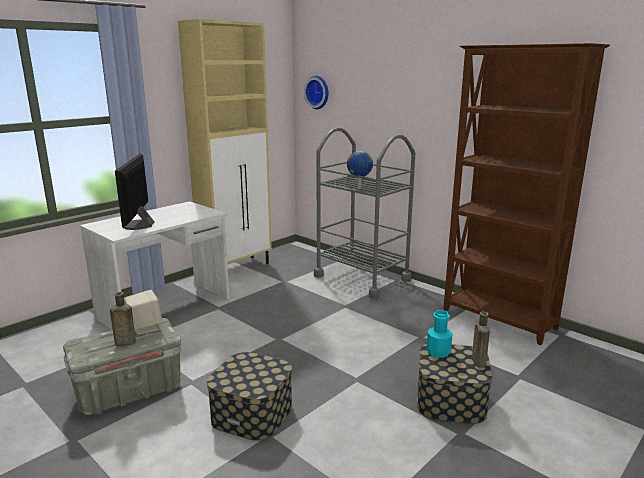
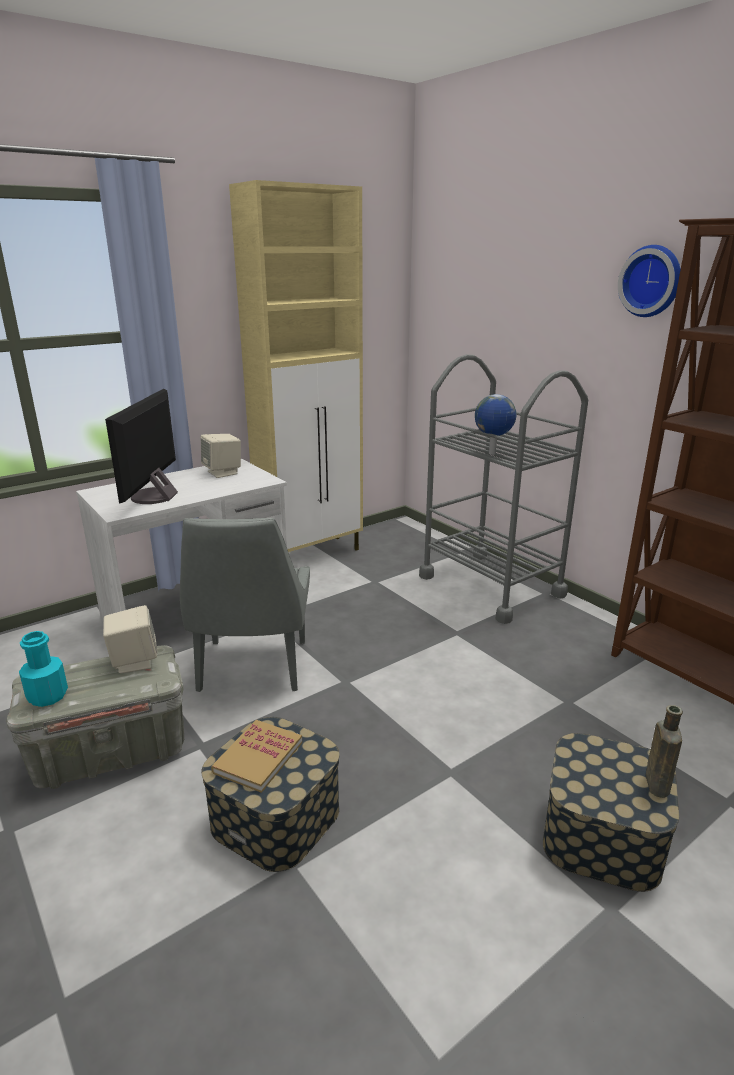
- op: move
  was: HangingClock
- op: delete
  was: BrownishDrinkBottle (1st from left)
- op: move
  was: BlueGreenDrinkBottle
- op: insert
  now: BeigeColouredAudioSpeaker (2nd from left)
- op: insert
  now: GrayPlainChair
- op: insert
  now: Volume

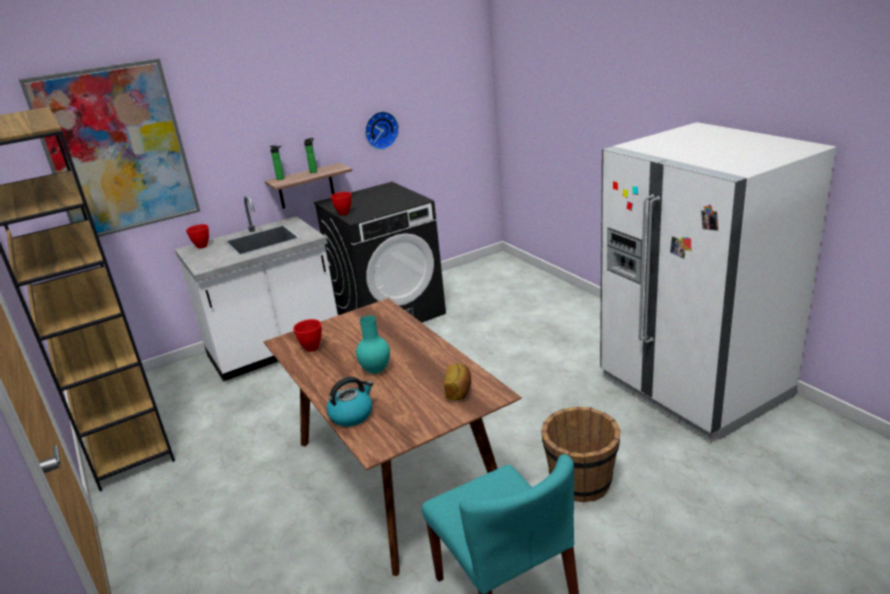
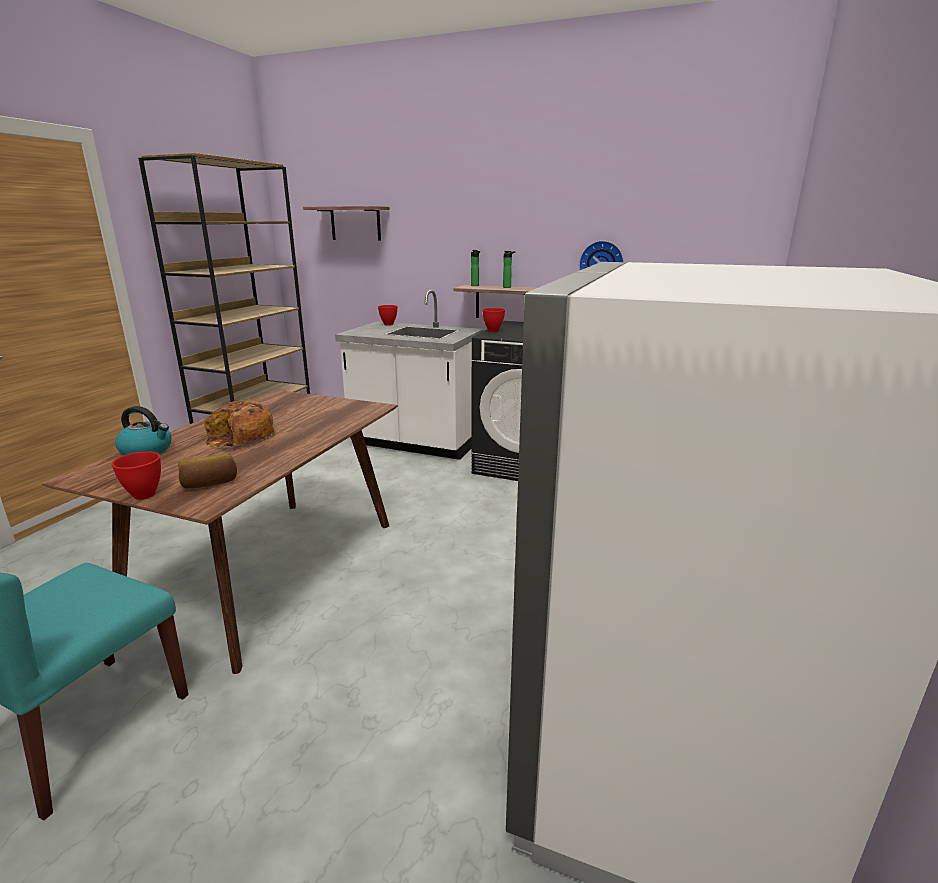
- op: replace
  was: WallPicture
  now: Shelf (1st from left)
- op: replace
  was: BlueGreenVase
  now: BakedBread (2nd from left)
- op: move
  was: RedServingBowl (2nd from left in the first image)
  now: RedServingBowl (1st from left)
- op: delete
  was: BrownishPail

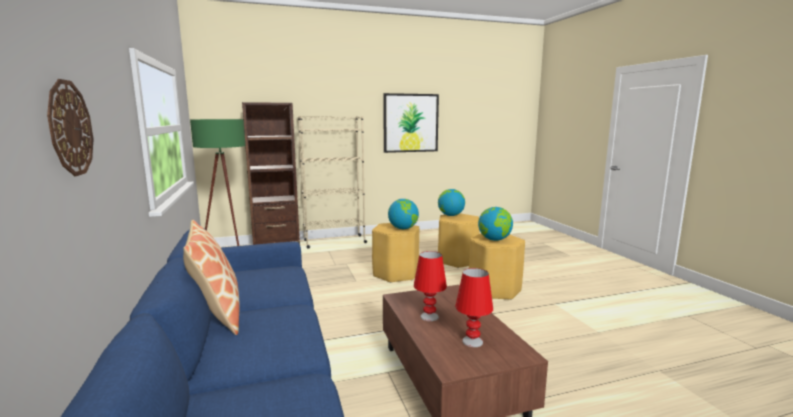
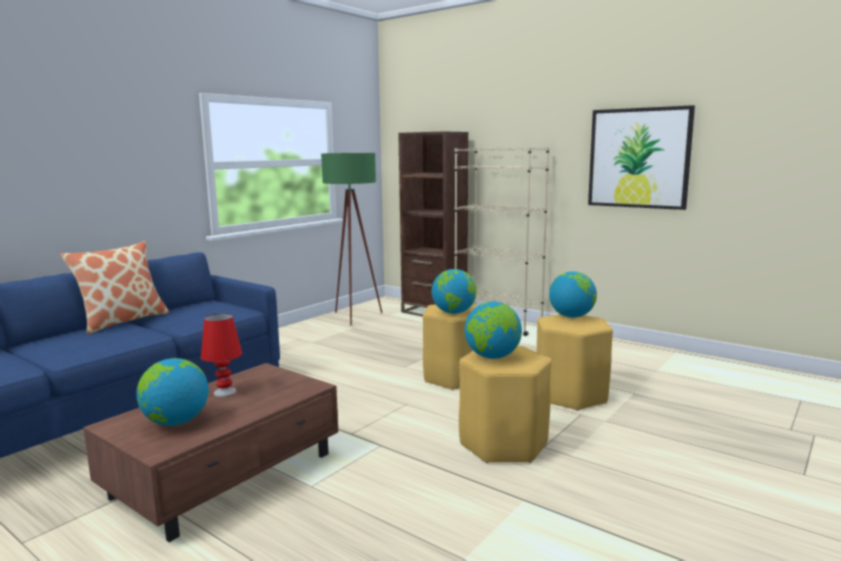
- op: delete
  was: HangingClock
- op: replace
  was: RedTableLamp (2nd from left)
  now: Globe (1st from left)

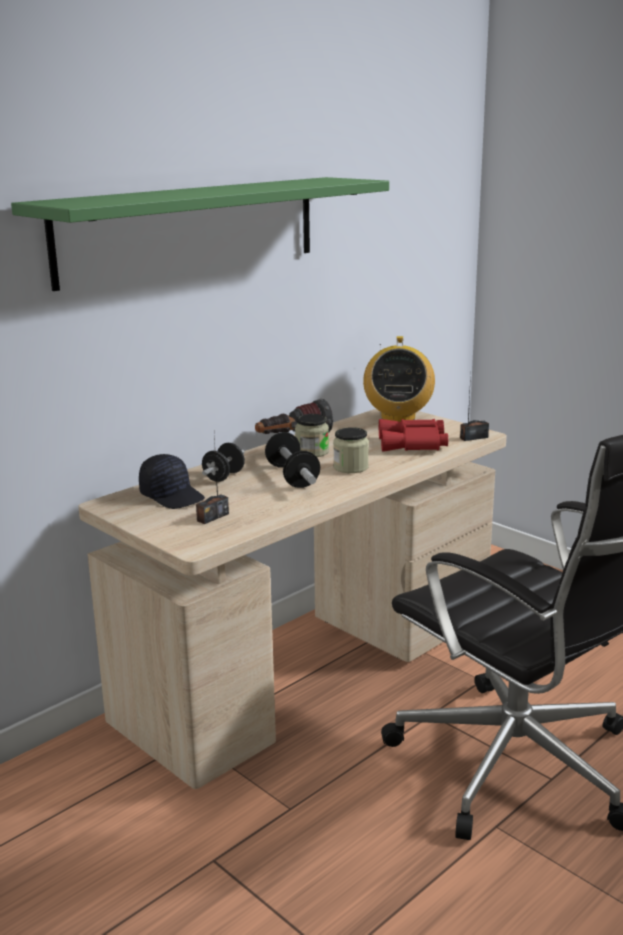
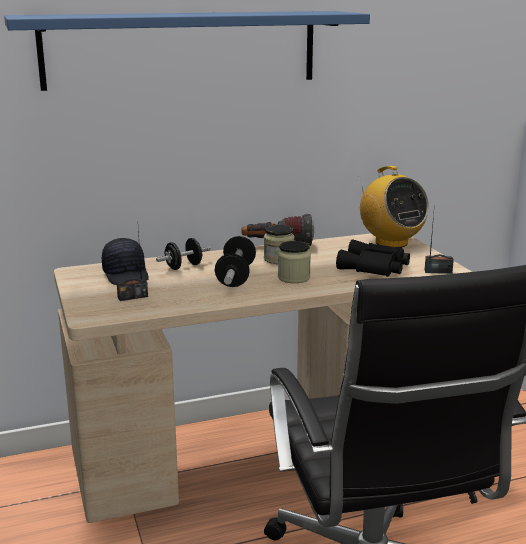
- op: recolor
  was: GreenishShelf
  now: BluishShelf
- op: rotate
  was: RadioReceiver (2nd from left)
  clockwise: -60
- op: recolor
  was: RedBinoculars
  now: BlackBinoculars

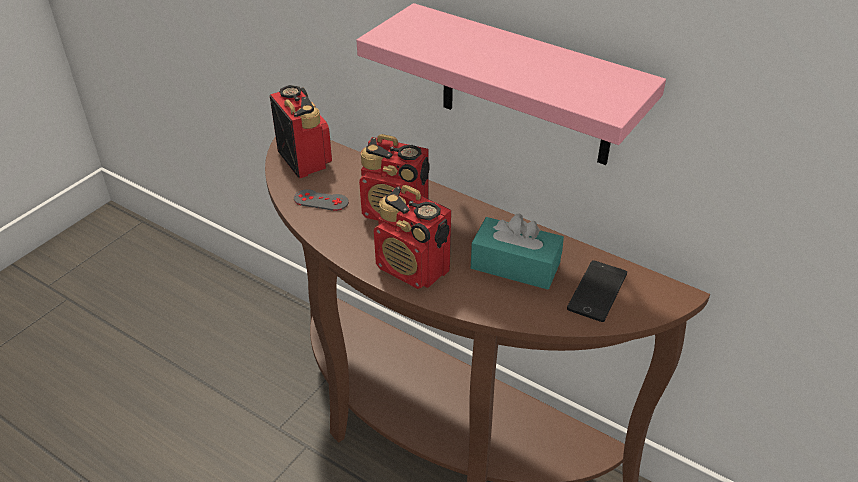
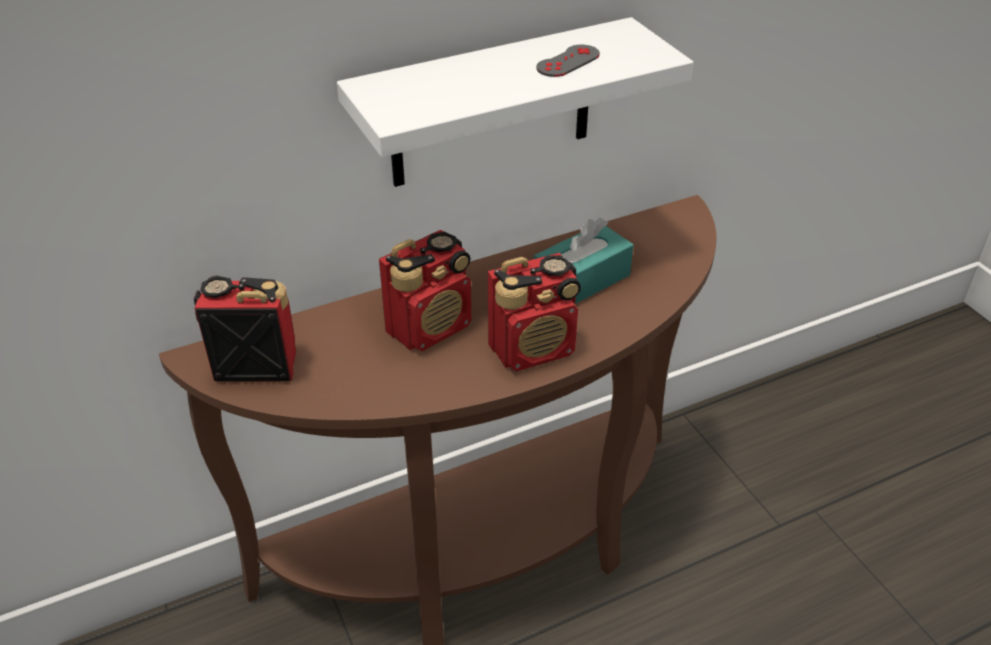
- op: recolor
  was: PinkishShelf
  now: WhiteShelf
- op: move
  was: GrayJoypad
- op: delete
  was: Handset

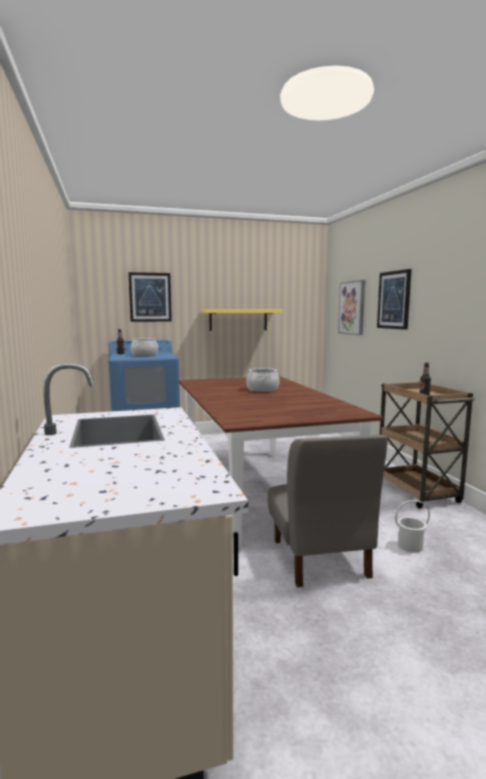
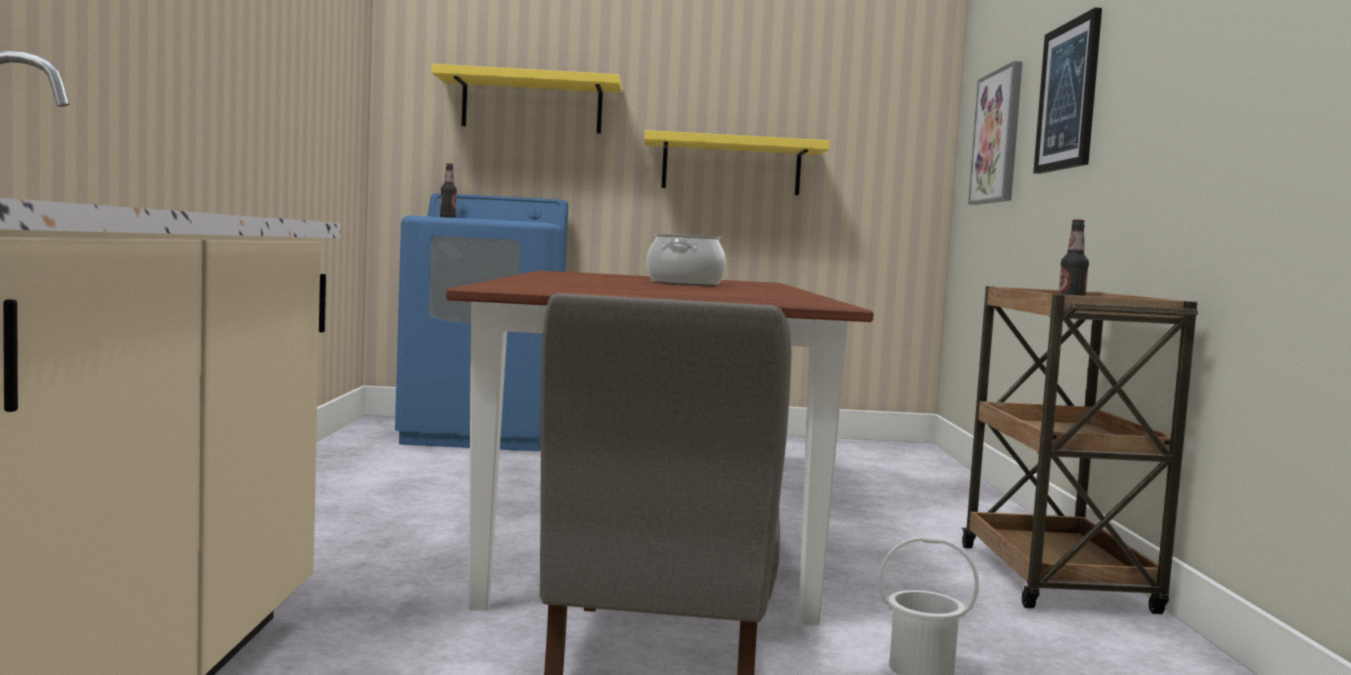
- op: replace
  was: WallPicture (1st from left)
  now: YellowColouredShelf (1st from left)
- op: delete
  was: Saucepot (1st from left)

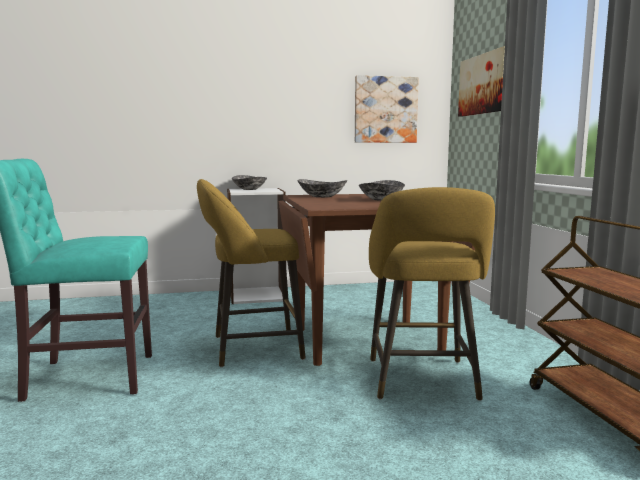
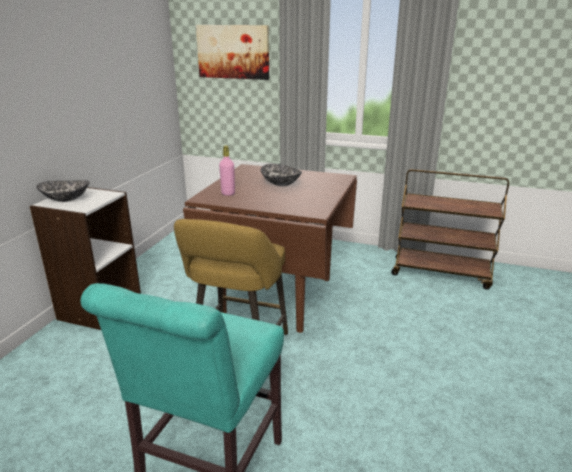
- op: delete
  was: WallPicture (1st from left)
- op: replace
  was: ServingBowl (2nd from left)
  now: PinkishDrinkBottle
- op: delete
  was: YellowColouredStoolSeat (2nd from left)

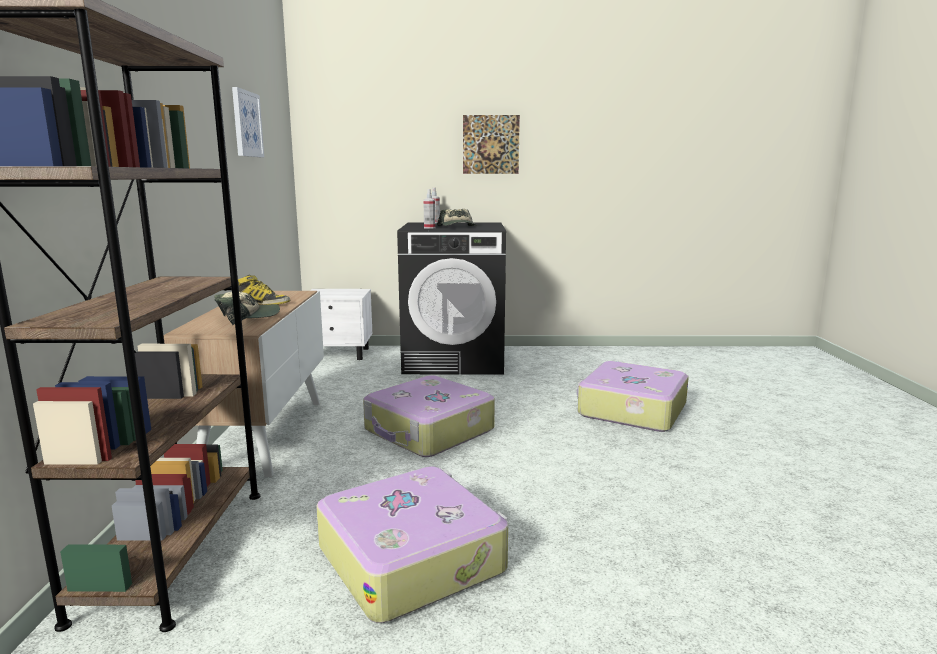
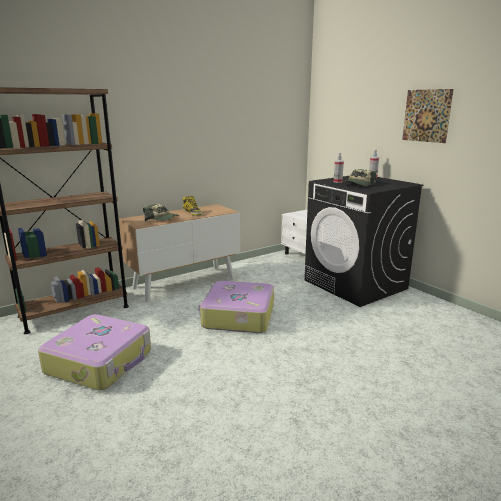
- op: delete
  was: WallPicture (1st from left)
- op: delete
  was: TravelCase (3rd from left)

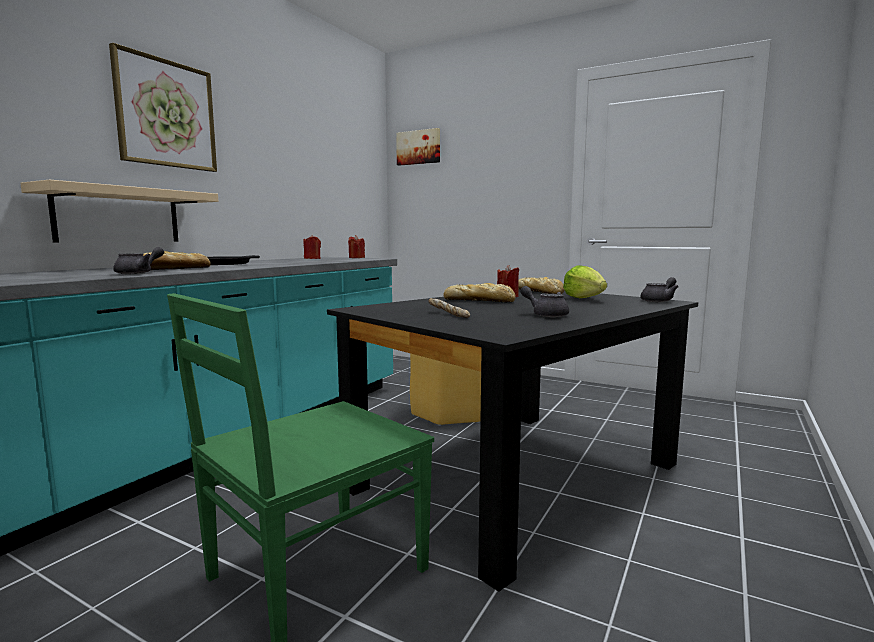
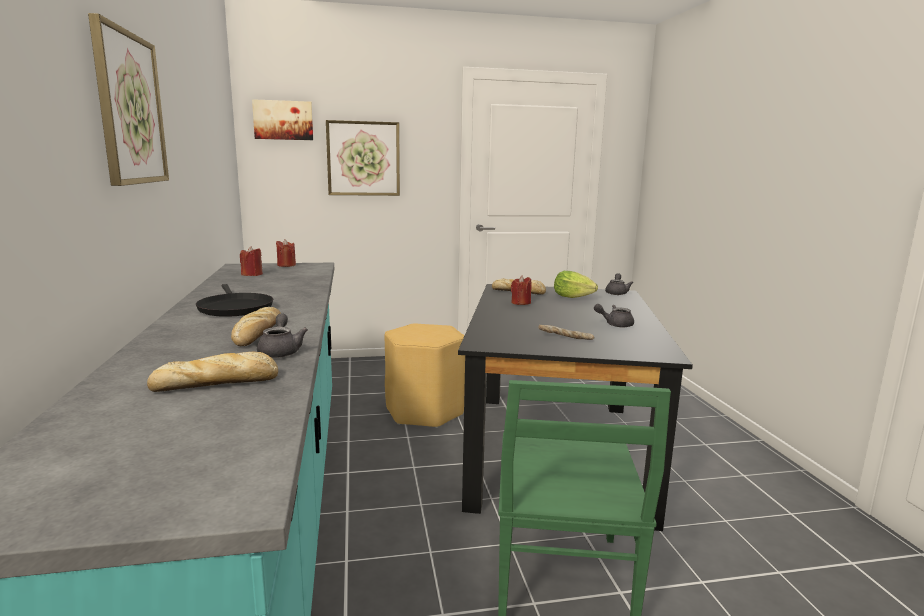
- op: delete
  was: BeigeColouredShelf
- op: move
  was: BakedBread (3rd from left in the first image)
  now: BakedBread (1st from left)
- op: insert
  now: WallPicture (3rd from left)

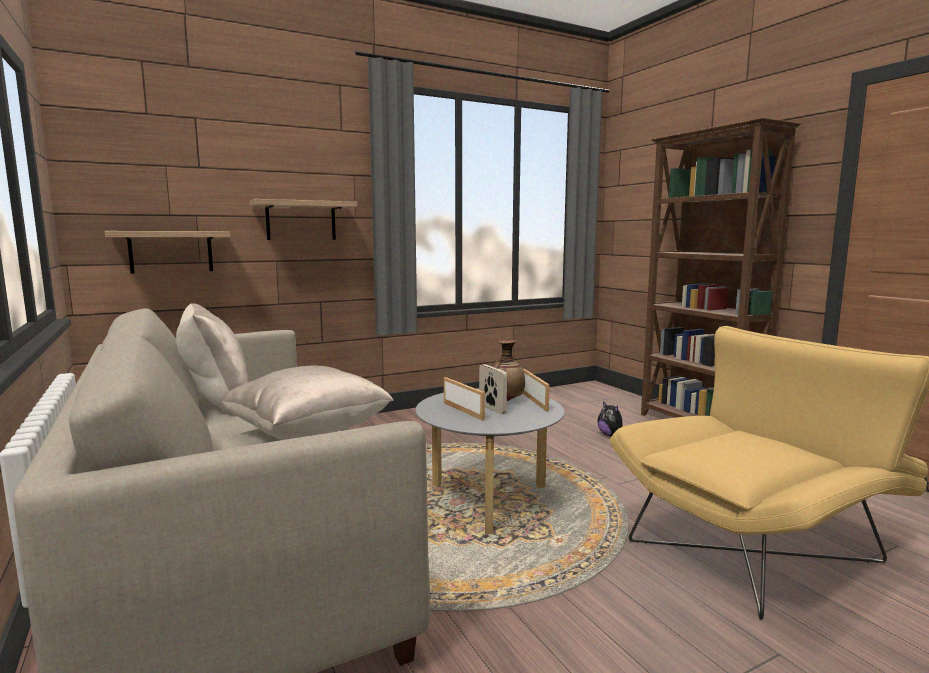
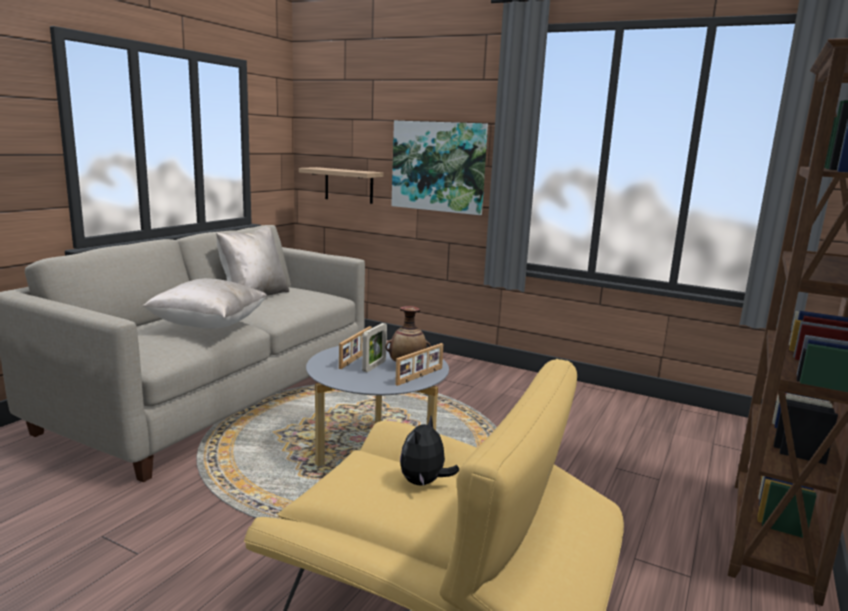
- op: replace
  was: Shelf (2nd from left)
  now: WallPicture
- op: move
  was: SoftToy

